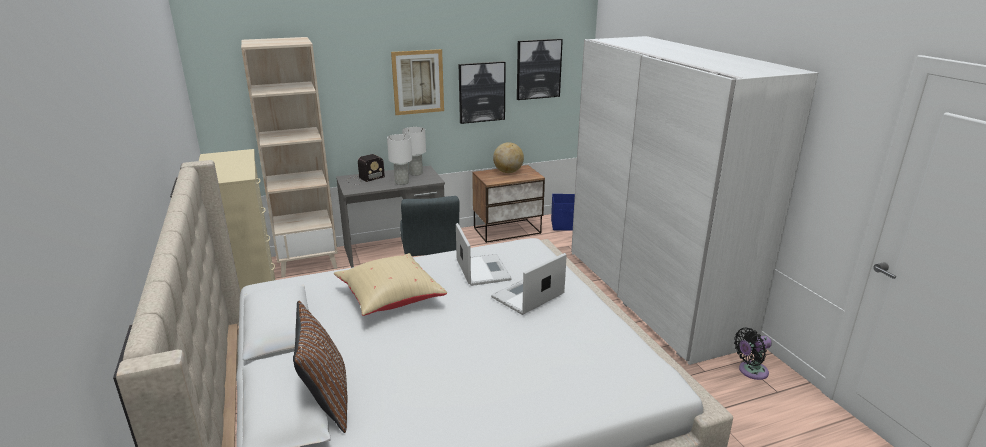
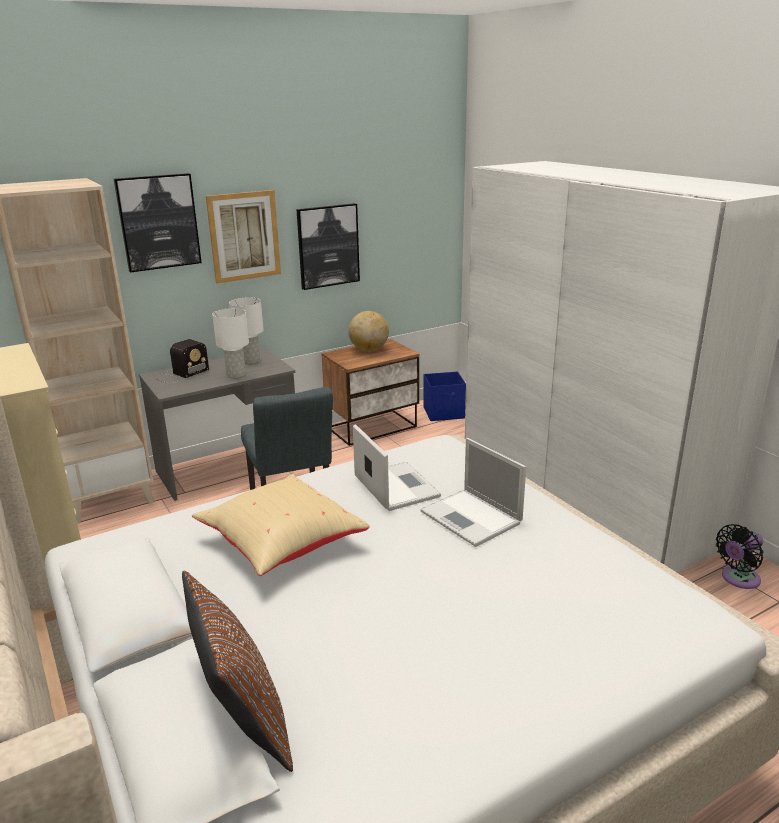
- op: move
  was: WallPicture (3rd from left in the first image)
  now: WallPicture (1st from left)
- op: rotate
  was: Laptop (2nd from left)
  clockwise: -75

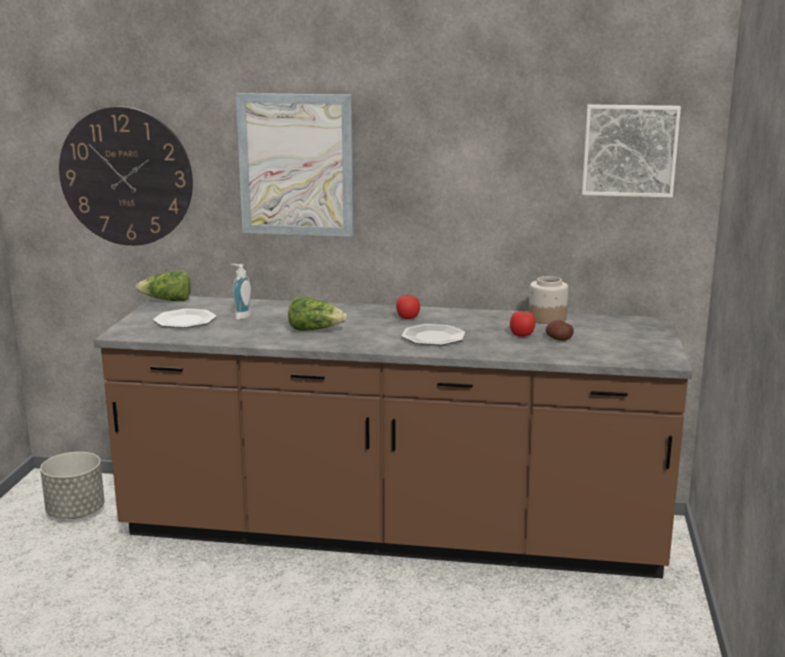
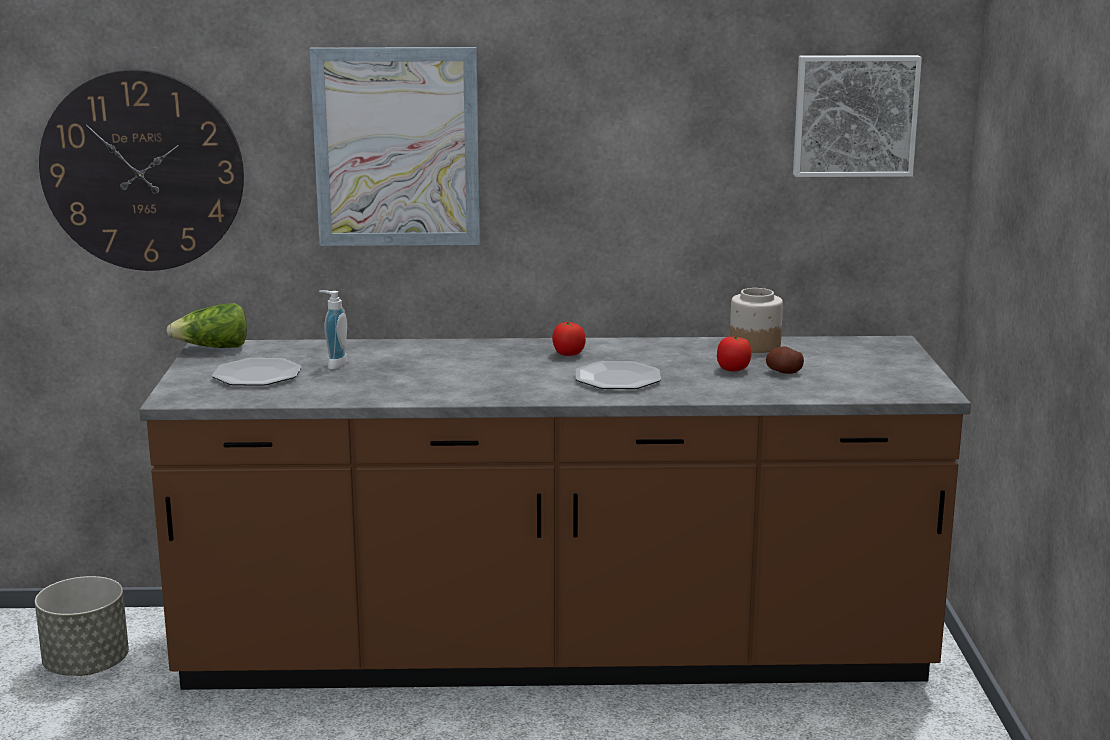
- op: delete
  was: Lettuce (2nd from left)

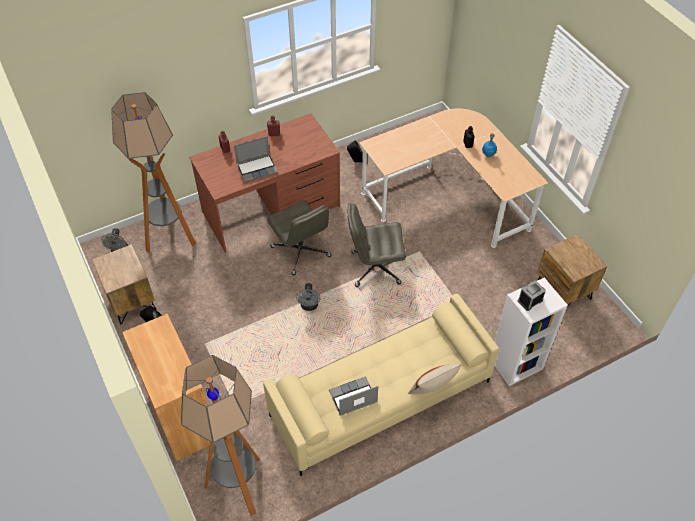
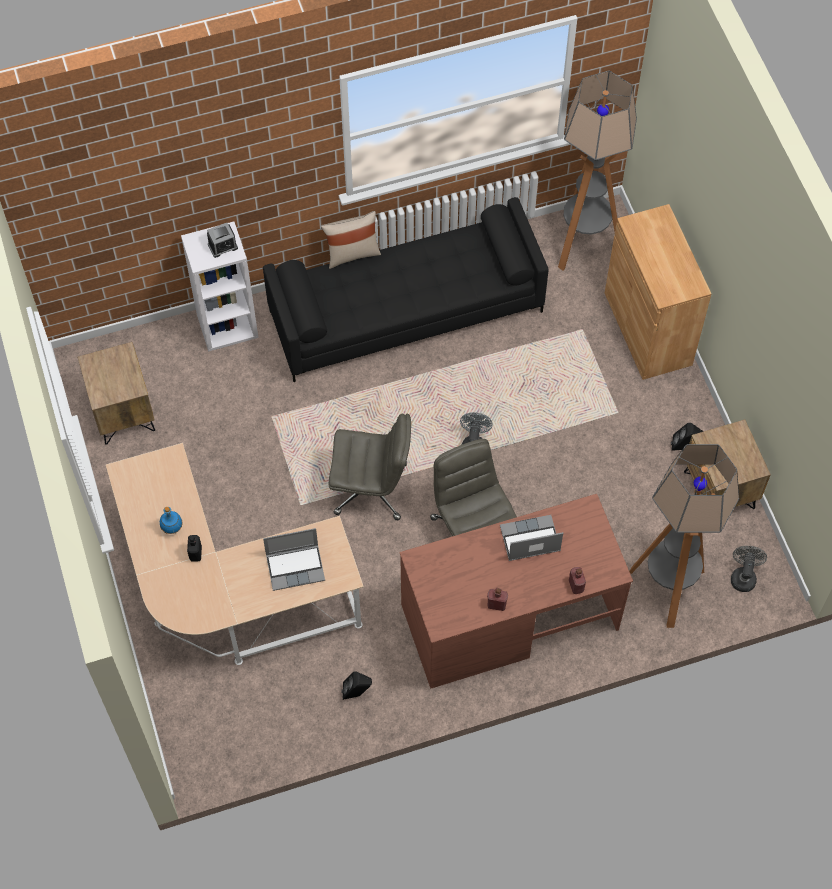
- op: recolor
  was: BeigeColouredSofa
  now: BlackSofa
- op: move
  was: Laptop (2nd from left in the first image)
  now: Laptop (1st from left)

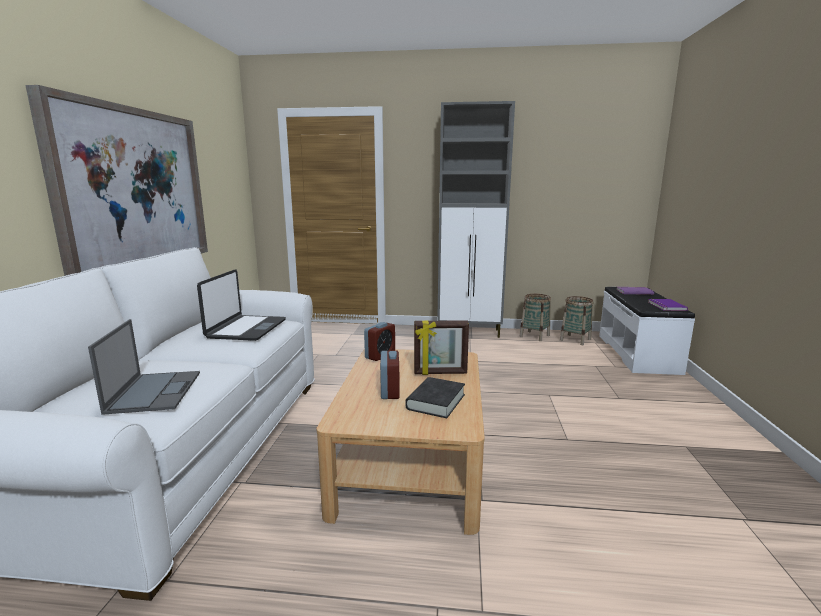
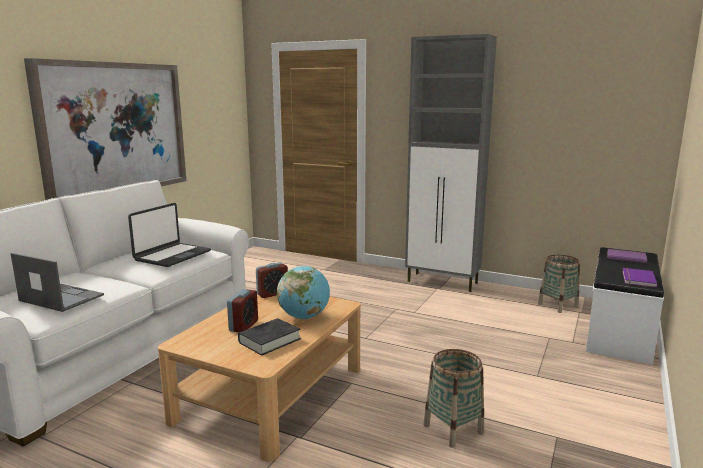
- op: move
  was: HouseholdBasket (1st from left)
- op: rotate
  was: Laptop (1st from left)
  clockwise: -75
- op: replace
  was: PictureFrame
  now: Globe

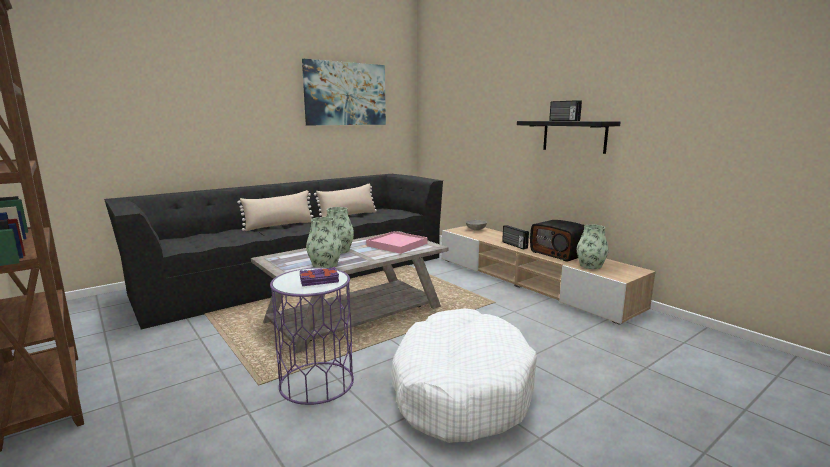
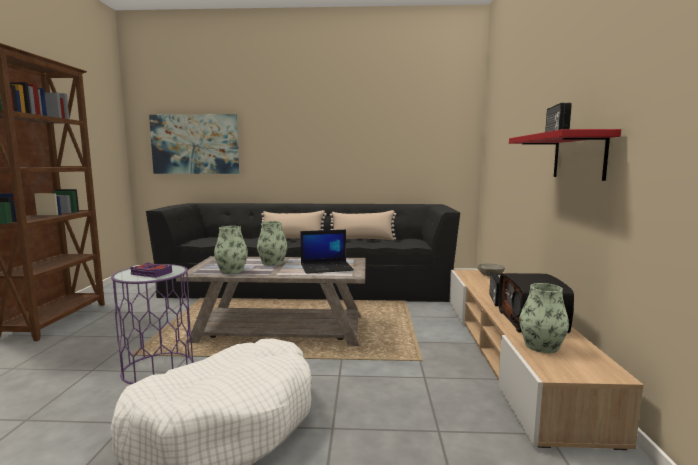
- op: move
  was: WallPicture
- op: recolor
  was: BlackShelf
  now: RedShelf
- op: replace
  was: PinkishTray
  now: Laptop

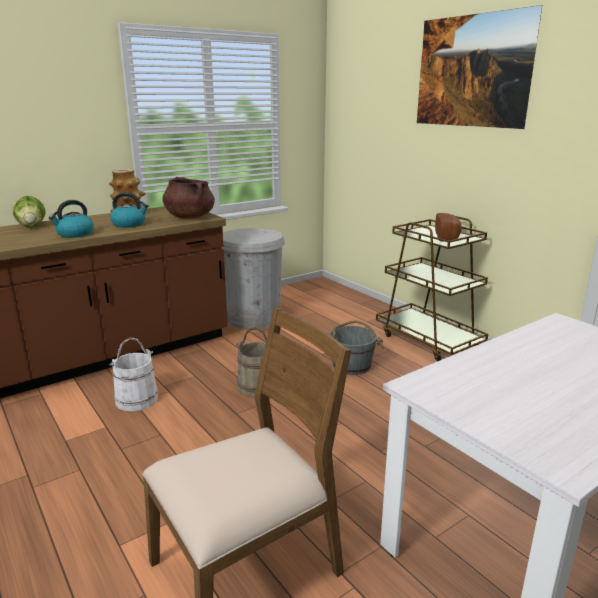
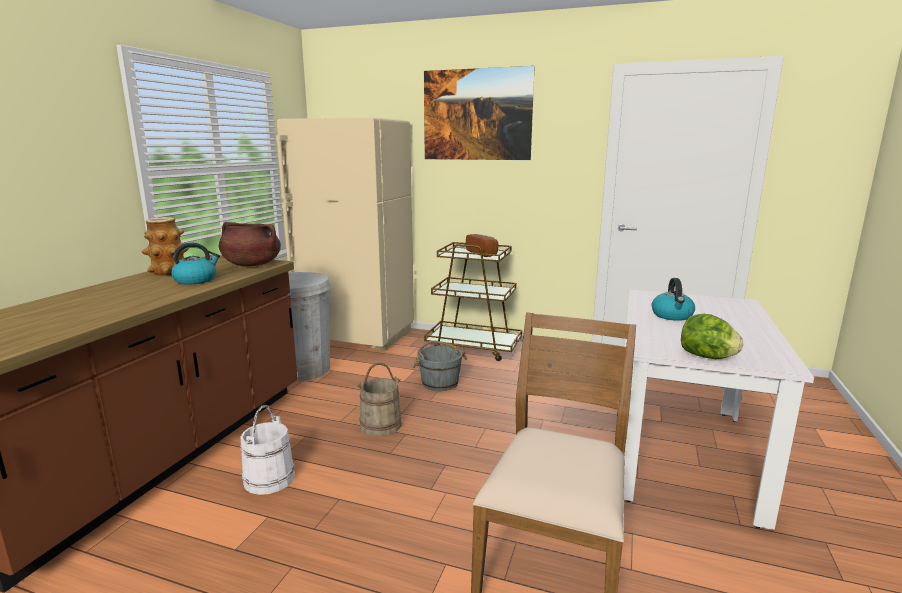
- op: move
  was: Lettuce
- op: move
  was: WaterKettle (1st from left in the first image)
  now: WaterKettle (2nd from left)
- op: insert
  now: BeigeColouredFridge

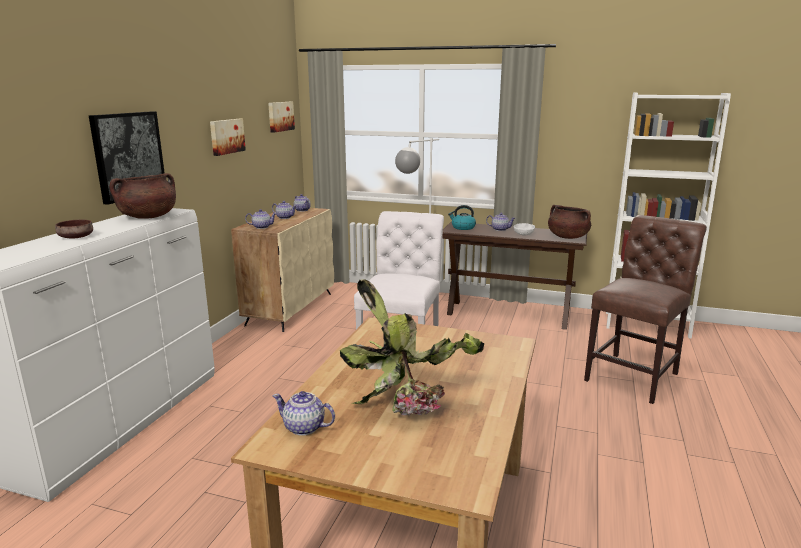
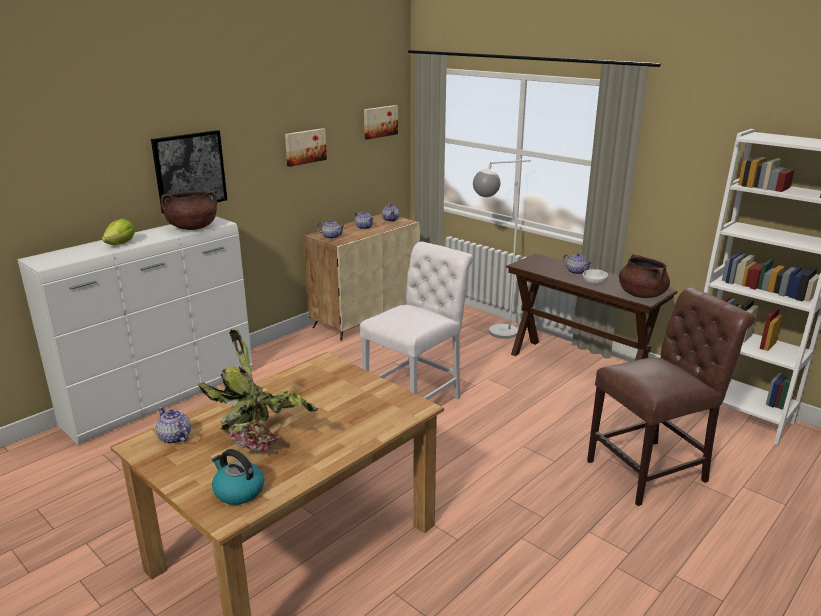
- op: move
  was: WaterKettle
- op: replace
  was: BrownishServingBowl
  now: Lettuce

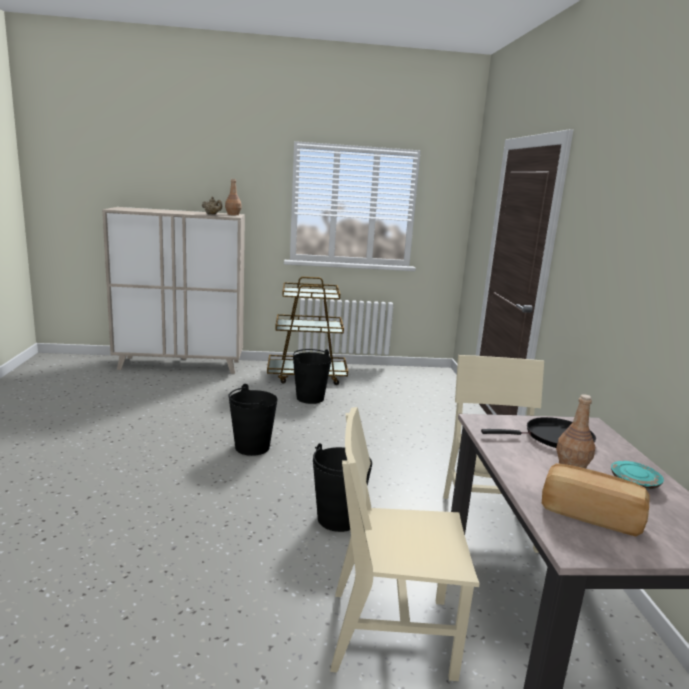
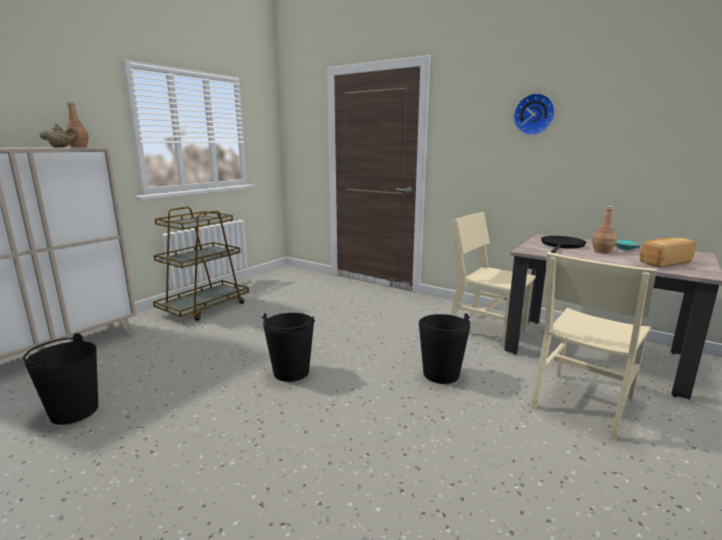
- op: move
  was: BlackPail (2nd from left in the first image)
  now: BlackPail (1st from left)
- op: insert
  now: HangingClock

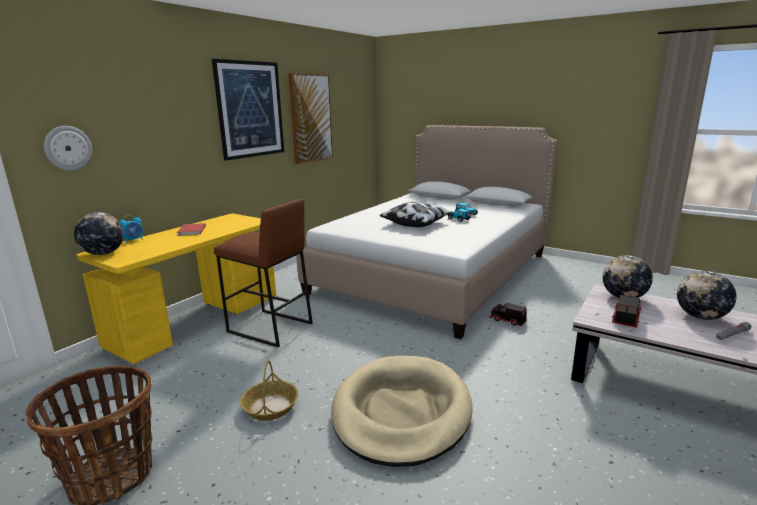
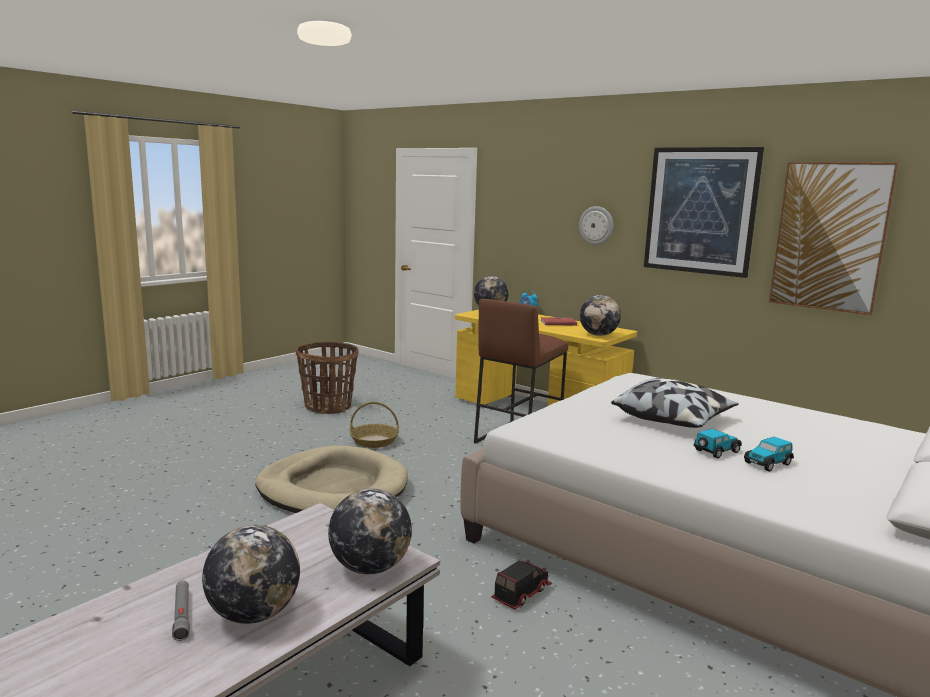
- op: move
  was: HangingClock
- op: delete
  was: ModelTruck (2nd from left)
- op: insert
  now: Globe (4th from left)

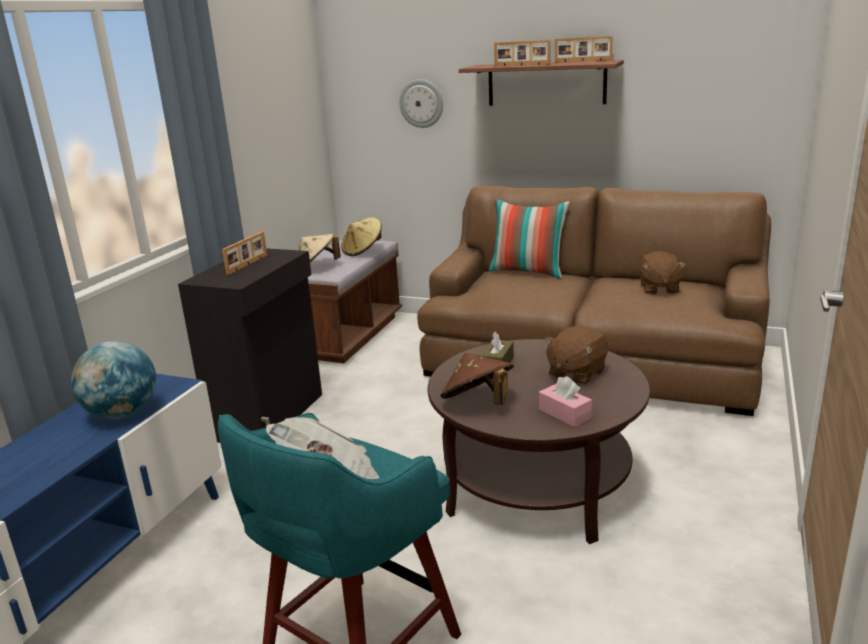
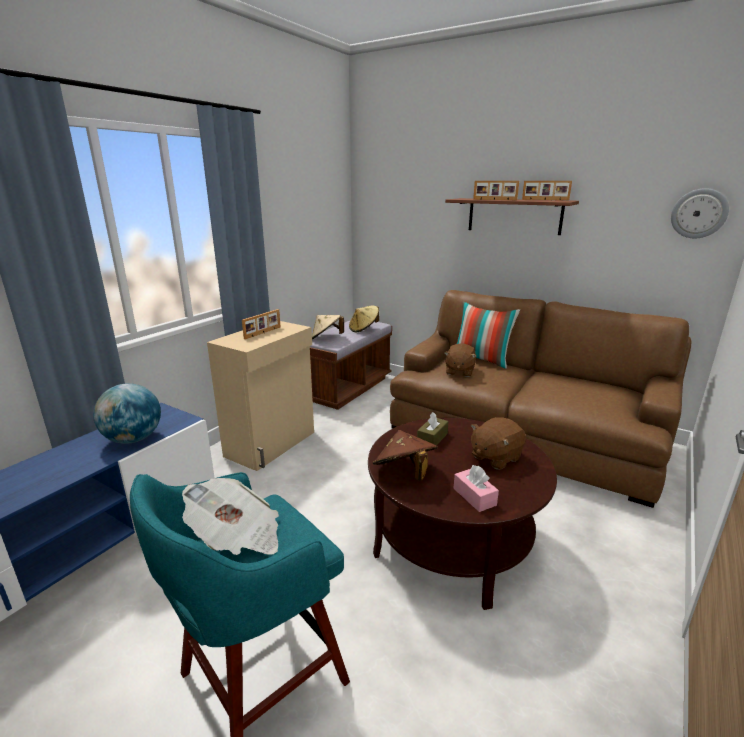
- op: move
  was: HangingClock
- op: recolor
  was: BlackStorageCabinet
  now: BeigeColouredStorageCabinet
- op: move
  was: BrownishSoftToy (2nd from left in the first image)
  now: BrownishSoftToy (1st from left)

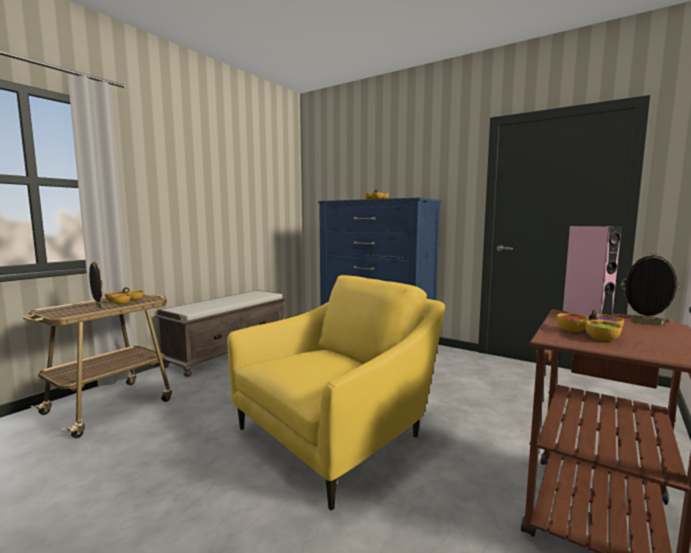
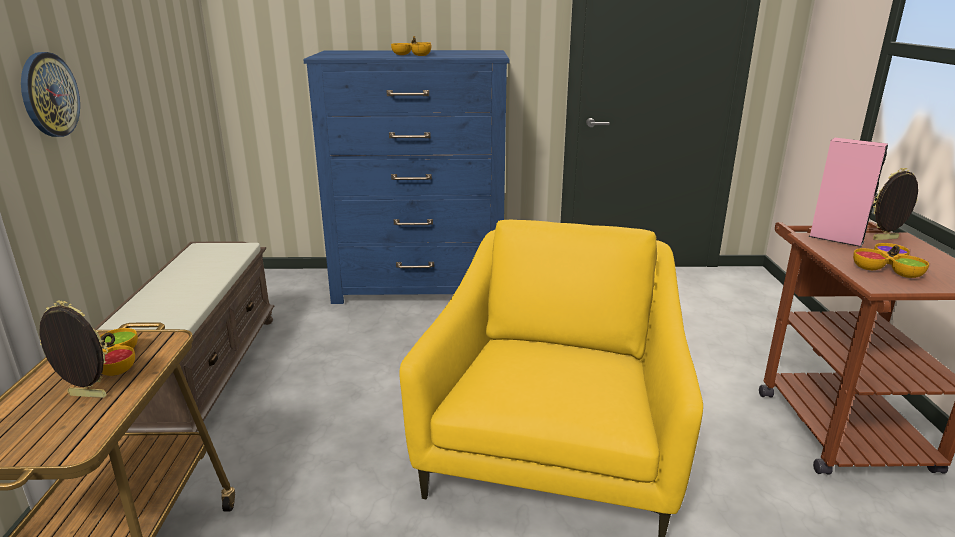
- op: insert
  now: HangingClock

